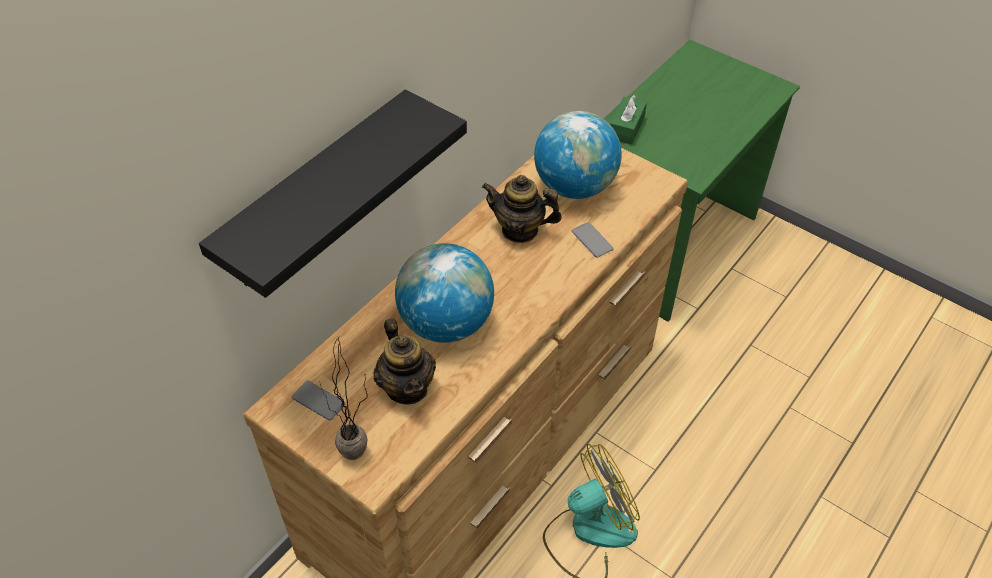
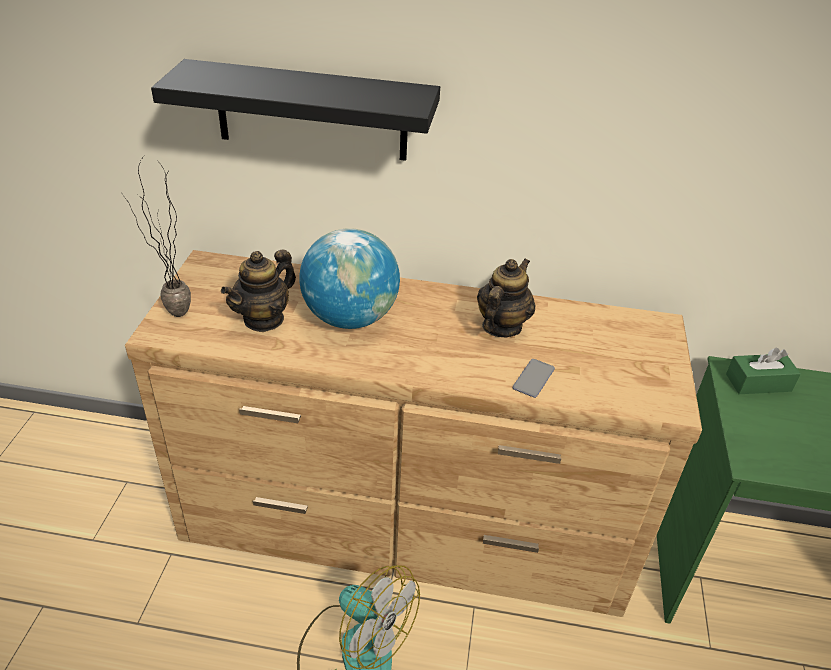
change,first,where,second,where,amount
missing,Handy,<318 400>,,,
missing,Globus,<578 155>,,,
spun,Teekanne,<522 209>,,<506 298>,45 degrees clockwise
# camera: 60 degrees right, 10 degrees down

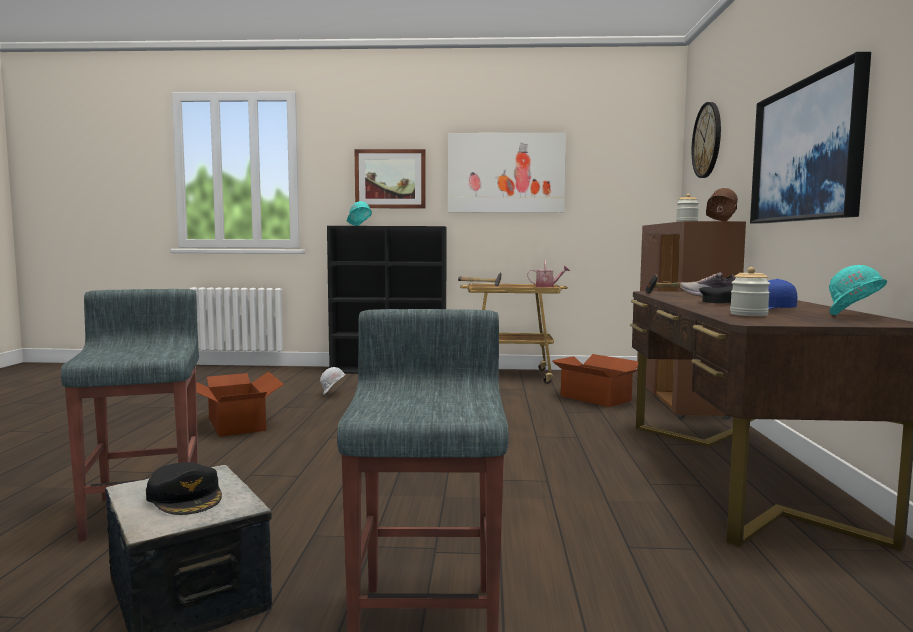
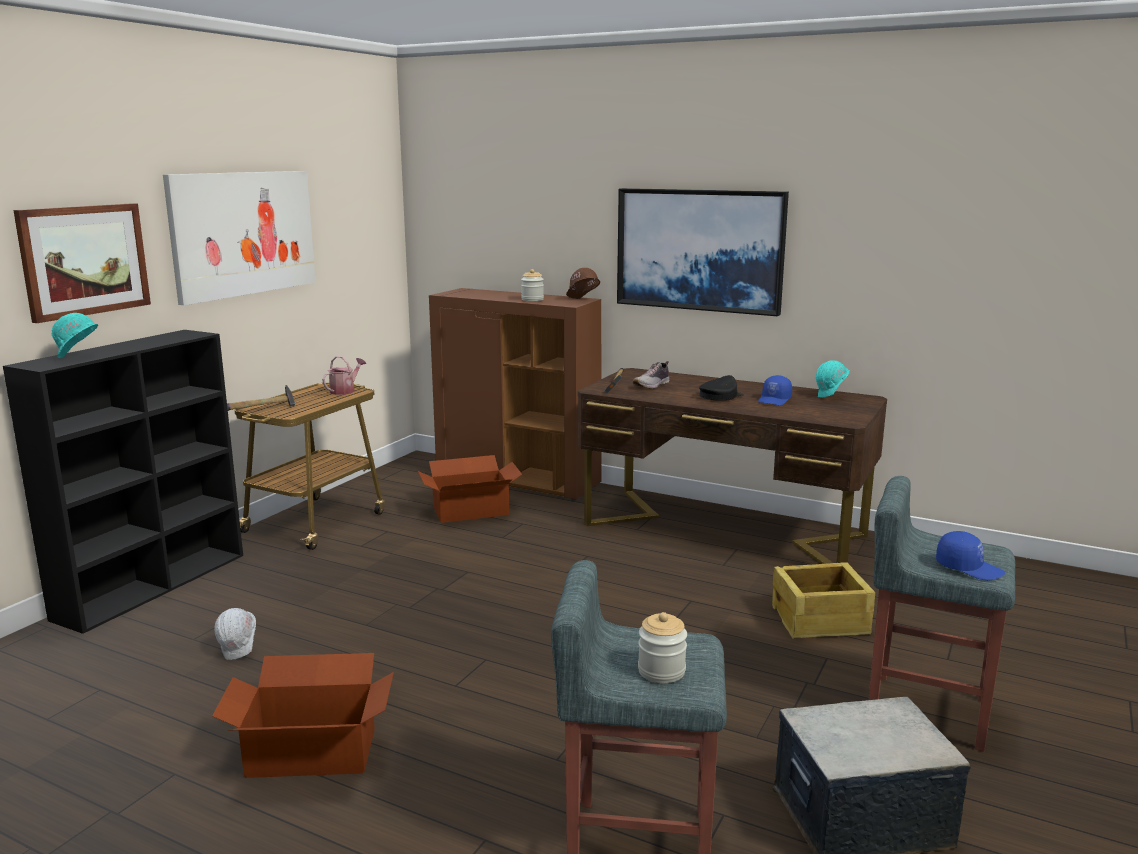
change,first,where,second,where,amount
missing,Kappe/schwarz,<184 488>,,,
missing,Wanduhr,<706 140>,,,
appeared,,,Kiste,<823 600>,
appeared,,,Kappe/blau,<970 556>,
relocated,Vorratsglas,<750 291>,,<662 647>,
# camera: 65 degrees left, 10 degrees up

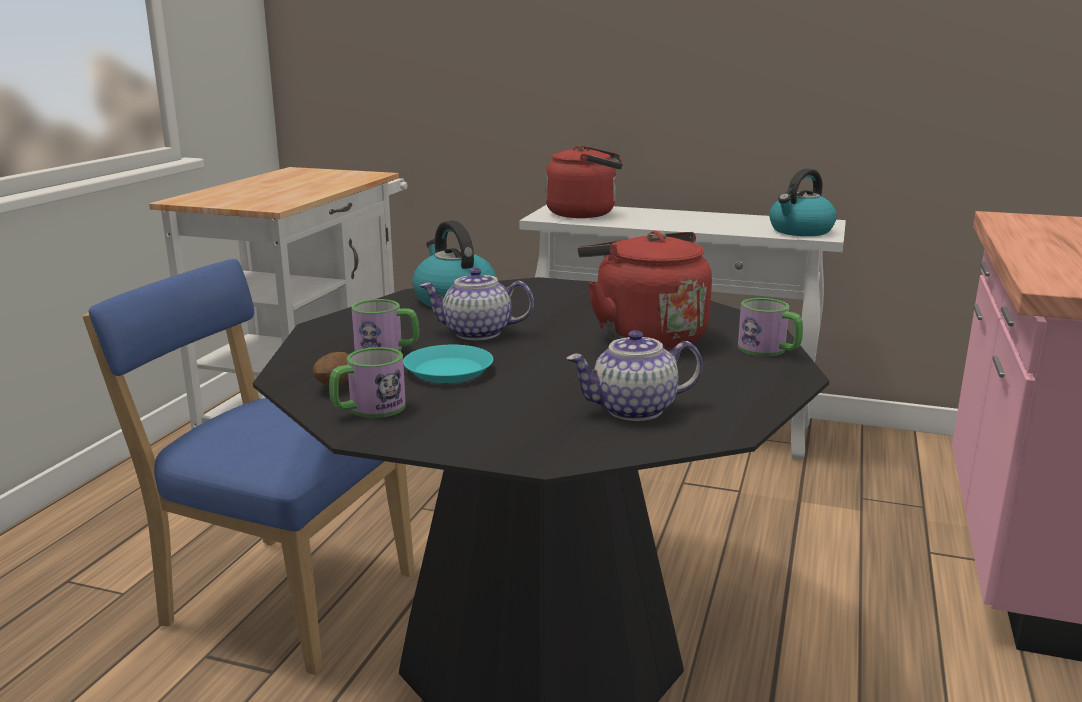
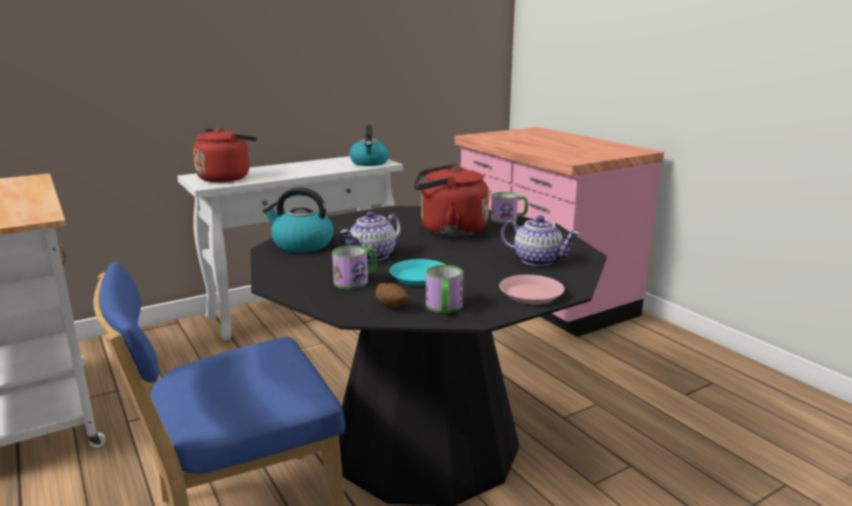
change,first,where,second,where,amount
appeared,,,Teller/rosa,<532 289>,
spun,Teekanne,<635 375>,,<540 240>,90 degrees counterclockwise
# camera: 50 degrees left, 0 degrees up

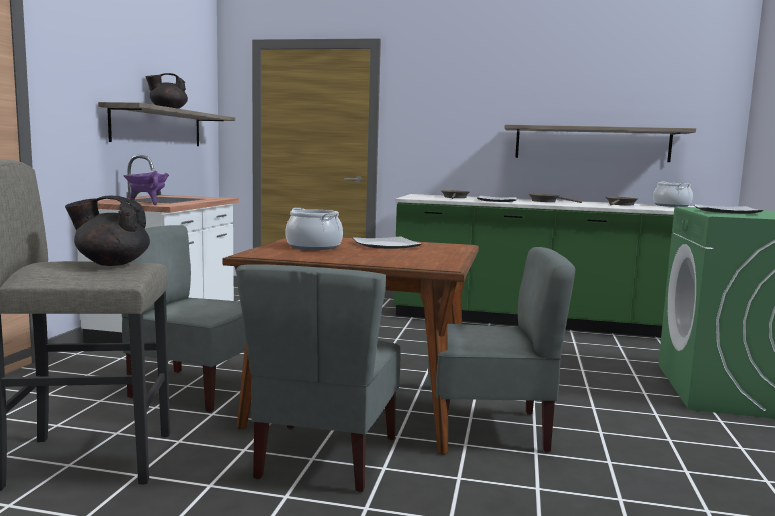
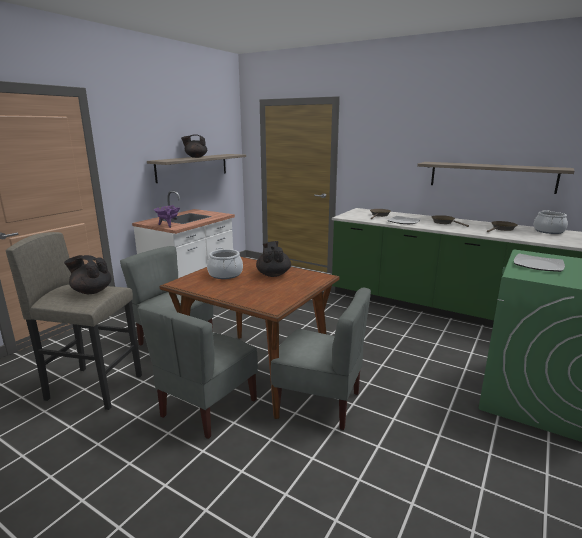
change,first,where,second,where,amount
exchanged,Teller,<387 243>,Teekanne/schwarz,<273 259>,
# camera: 20 degrees right, 10 degrees up

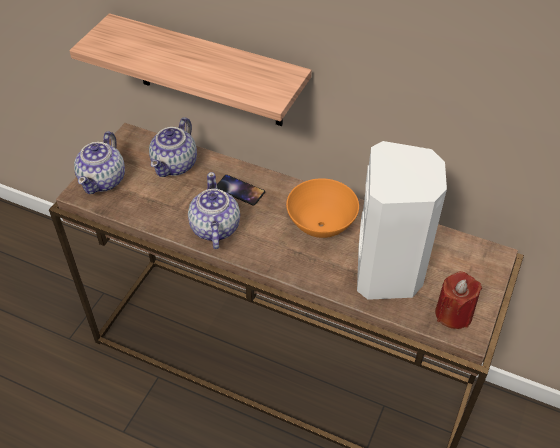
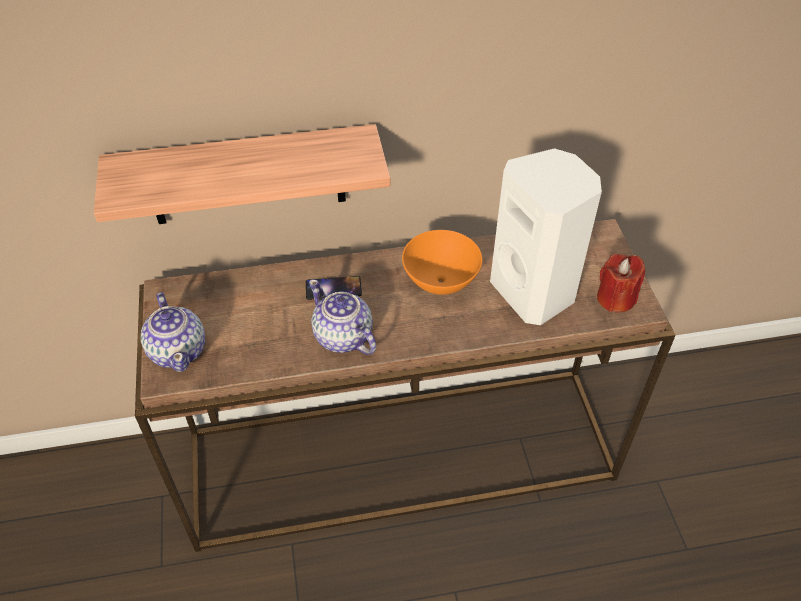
change,first,where,second,where,amount
missing,Teekanne,<173 147>,,,
# camera: 35 degrees left, 0 degrees up

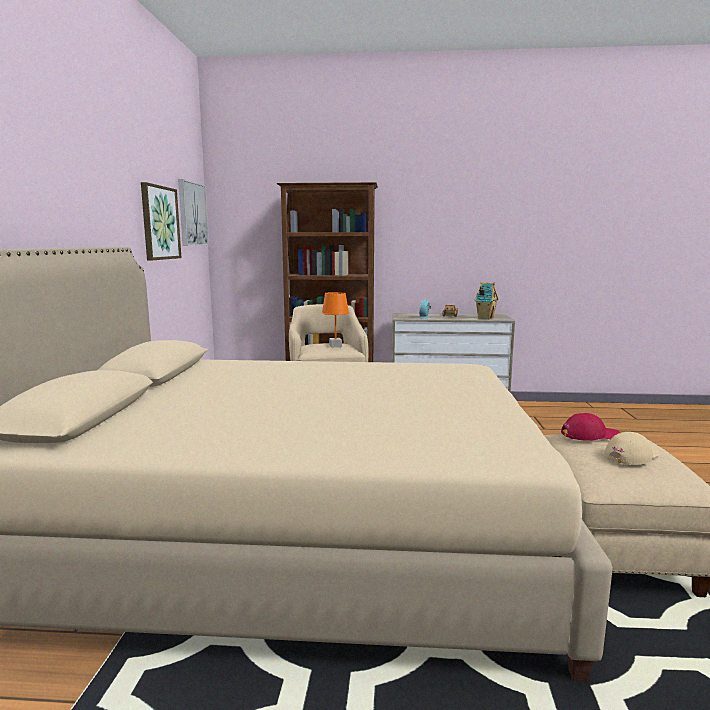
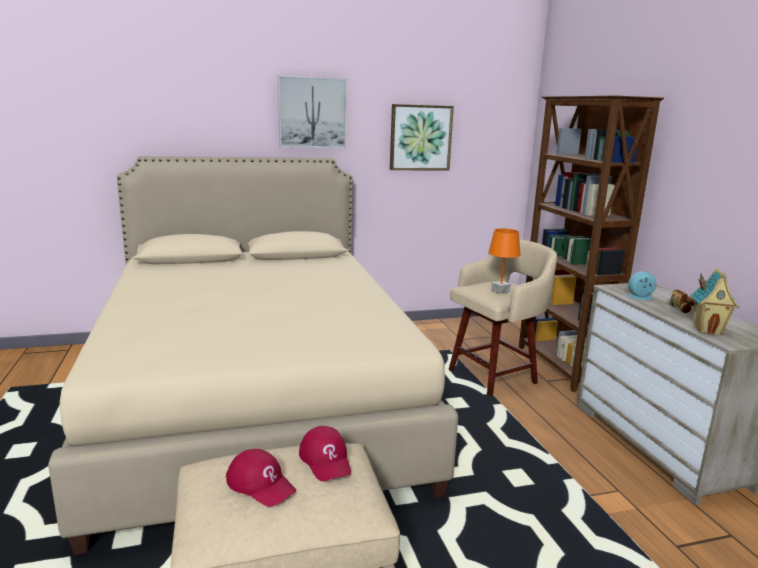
change,first,where,second,where,amount
relocated,Bild,<193 212>,,<312 111>,
colour,Kappe/beige,<632 448>,Kappe/rot,<261 478>,
# camera: 70 degrees right, 5 degrees up

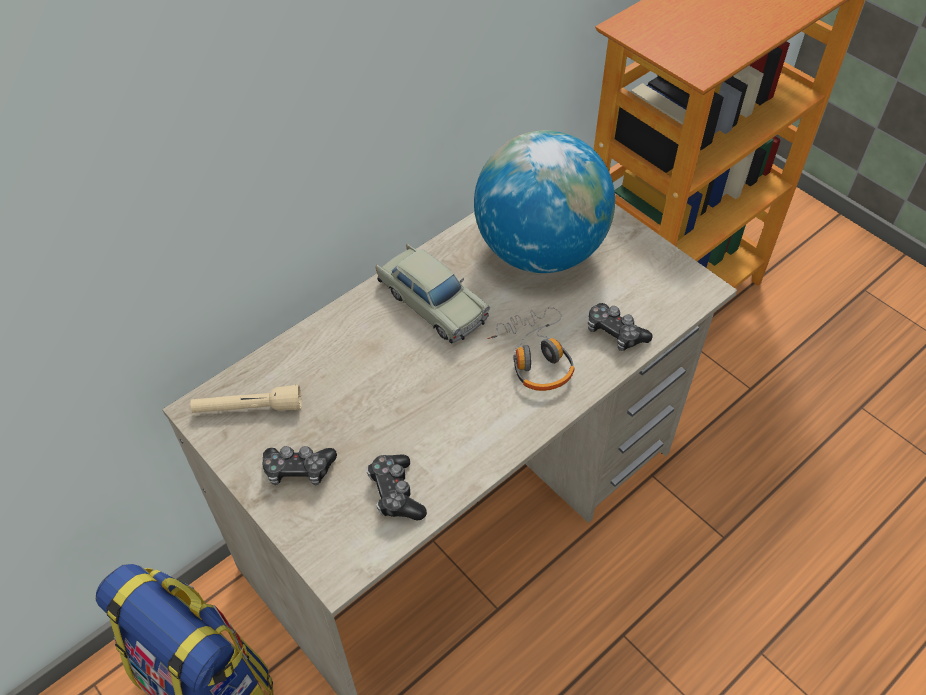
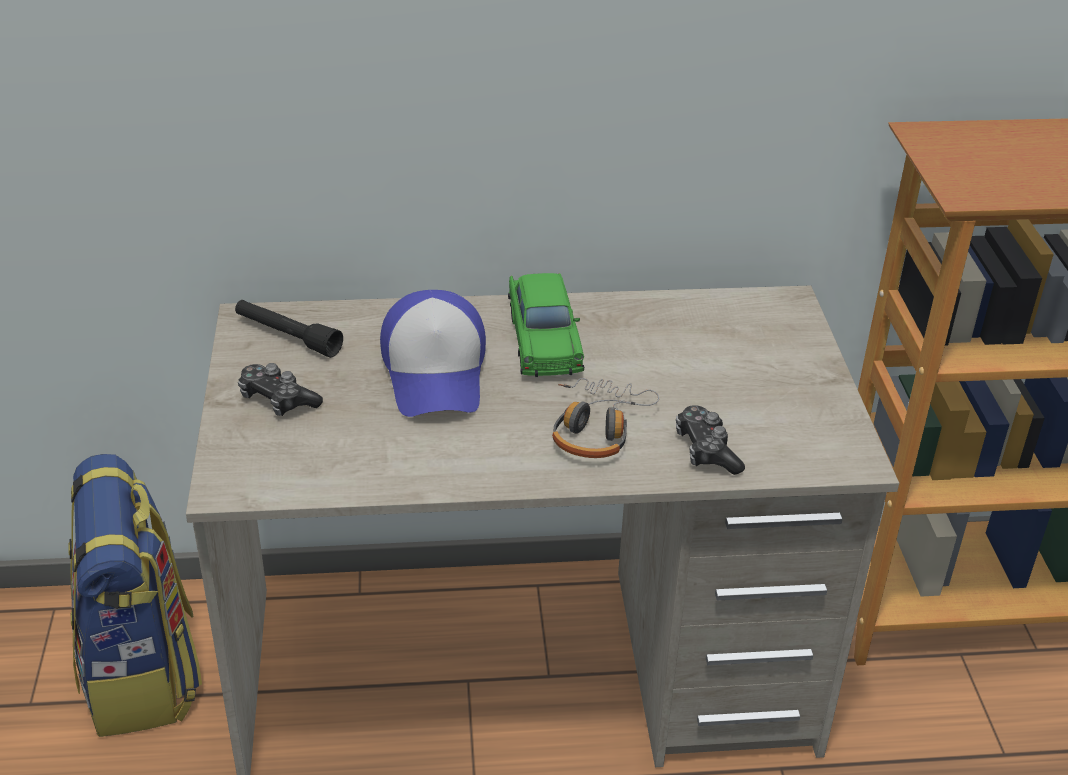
change,first,where,second,where,amount
missing,Gamepad,<396 488>,,,
missing,Globus,<544 201>,,,
appeared,,,Kappe,<433 353>,
colour,Taschenlampe/beige,<246 399>,Taschenlampe/schwarz,<289 329>,
colour,Spielzeugauto/beige,<433 293>,Spielzeugauto/grün,<546 325>,
# camera: 35 degrees right, 15 degrees down

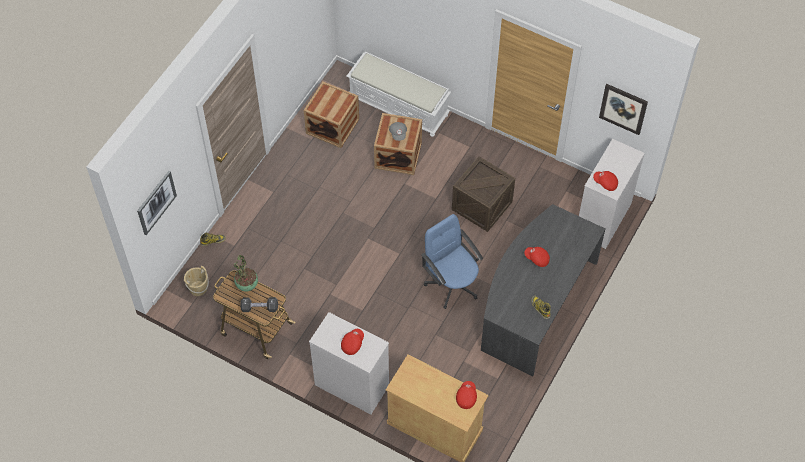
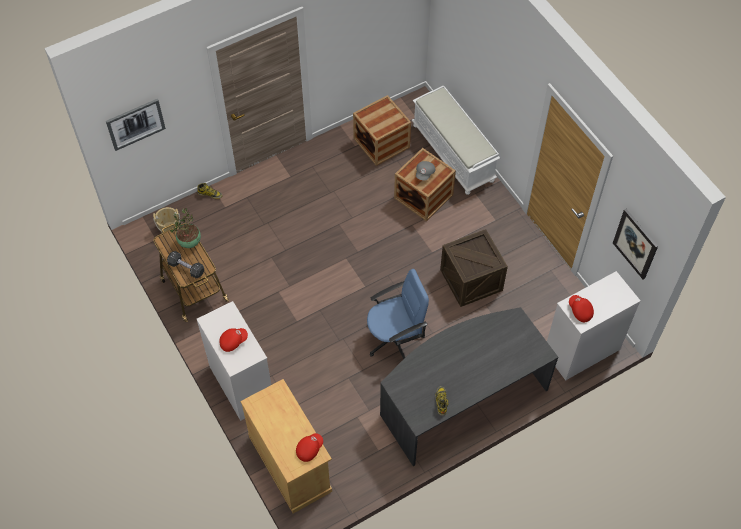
change,first,where,second,where,amount
missing,Kappe/rot,<537 257>,,,
spun,Bürostuhl/blau,<452 261>,,<398 314>,75 degrees clockwise
# camera: 30 degrees right, 0 degrees up

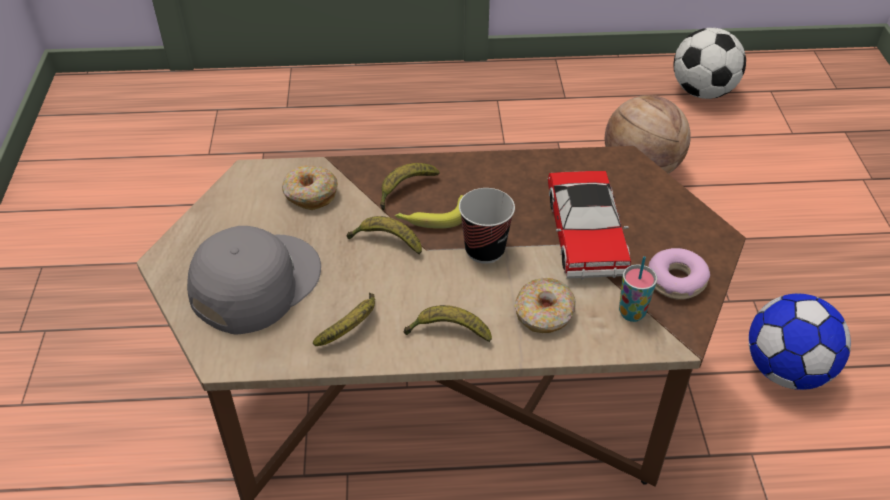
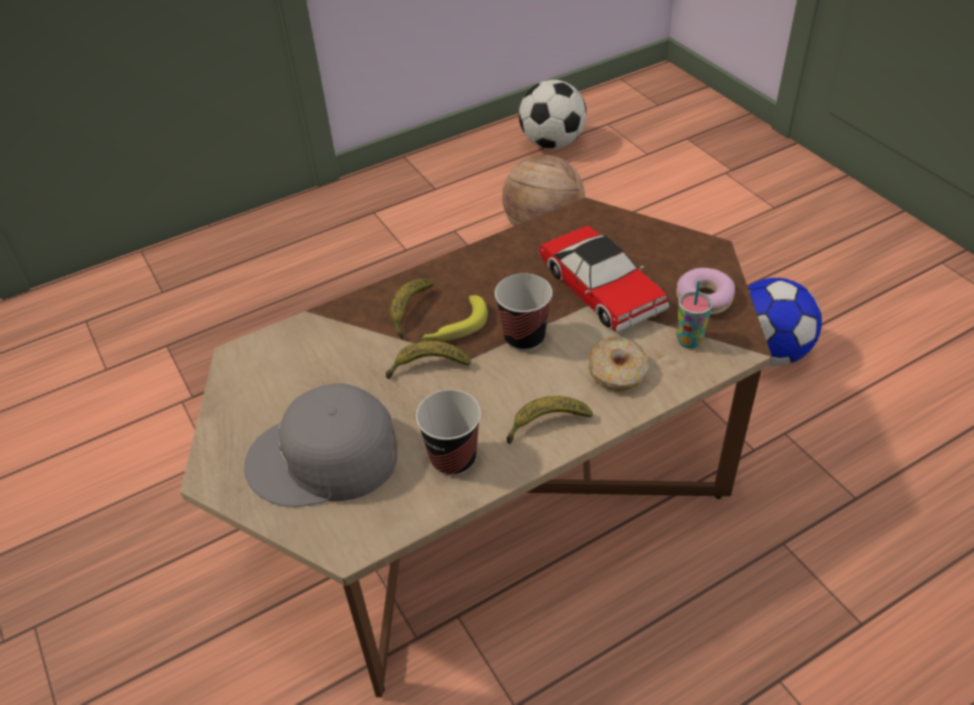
change,first,where,second,where,amount
missing,Donut,<310 188>,,,
exchanged,Banane,<344 319>,Tasse,<448 433>,
spun,Kappe/grau,<254 280>,,<320 445>,105 degrees counterclockwise
# camera: 25 degrees left, 0 degrees up

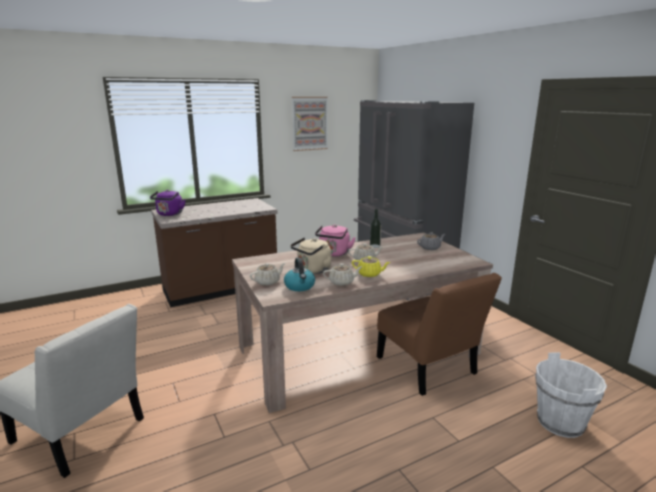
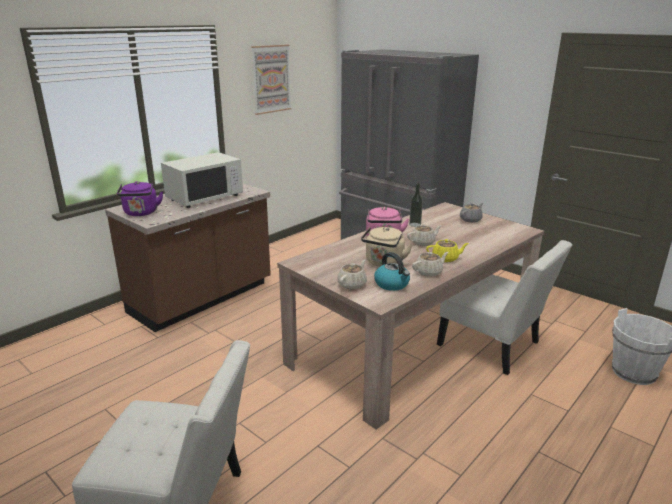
change,first,where,second,where,amount
appeared,,,Mikrowelle/weiß,<202 180>,
colour,Stuhl/braun,<439 334>,Stuhl/weiß,<504 307>,
# camera: 20 degrees left, 5 degrees up

